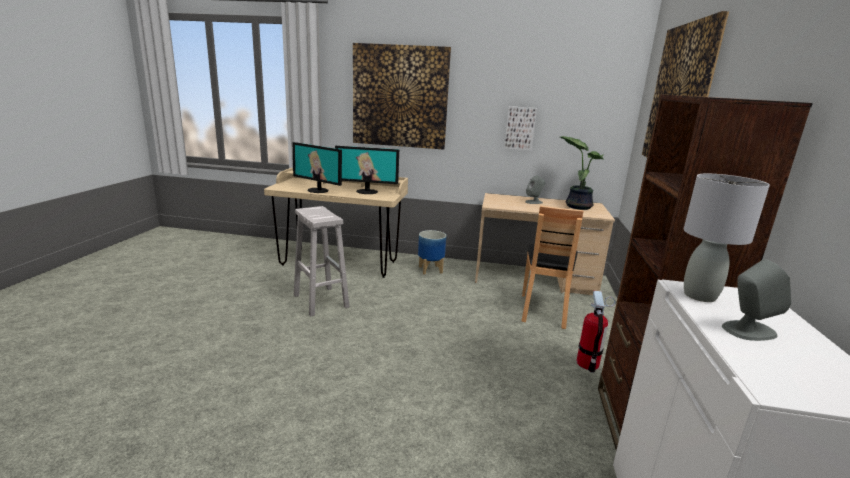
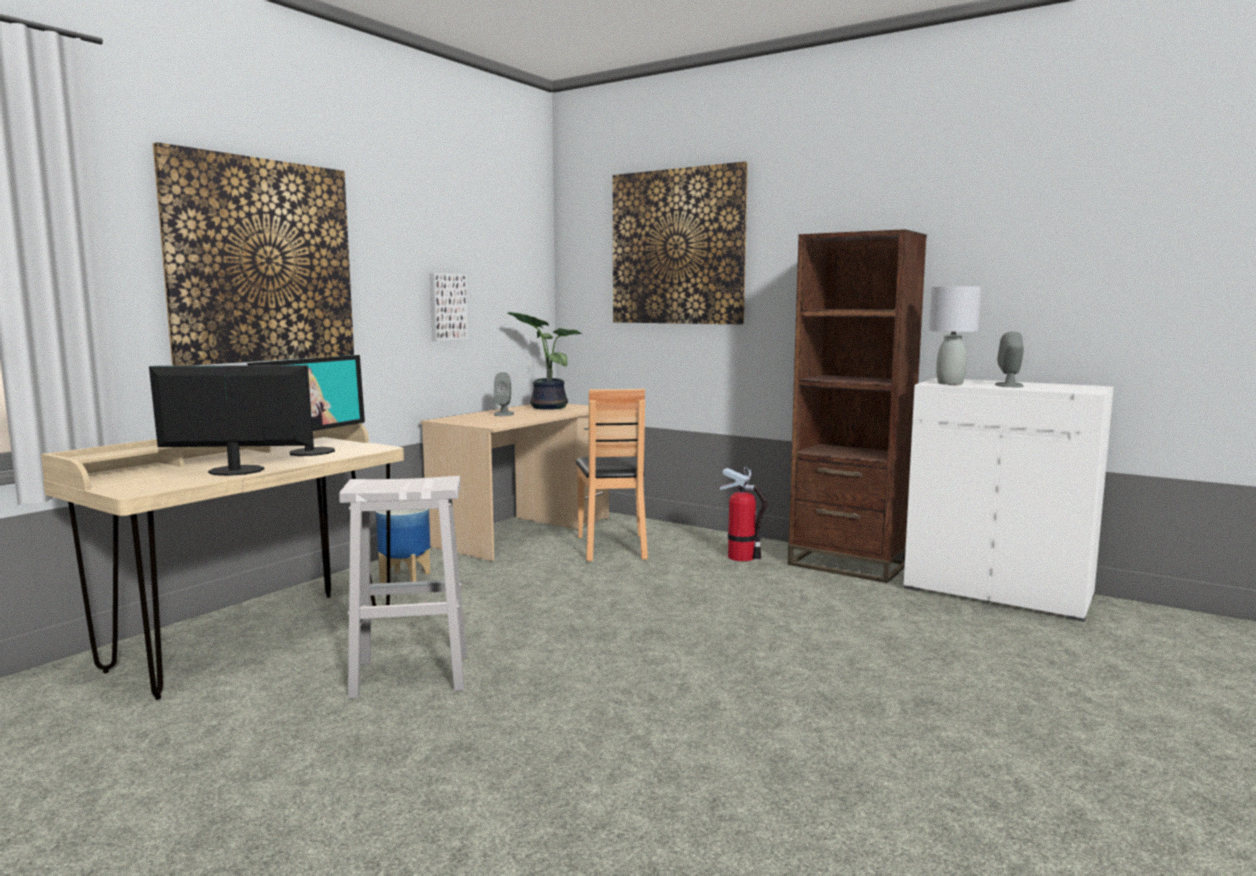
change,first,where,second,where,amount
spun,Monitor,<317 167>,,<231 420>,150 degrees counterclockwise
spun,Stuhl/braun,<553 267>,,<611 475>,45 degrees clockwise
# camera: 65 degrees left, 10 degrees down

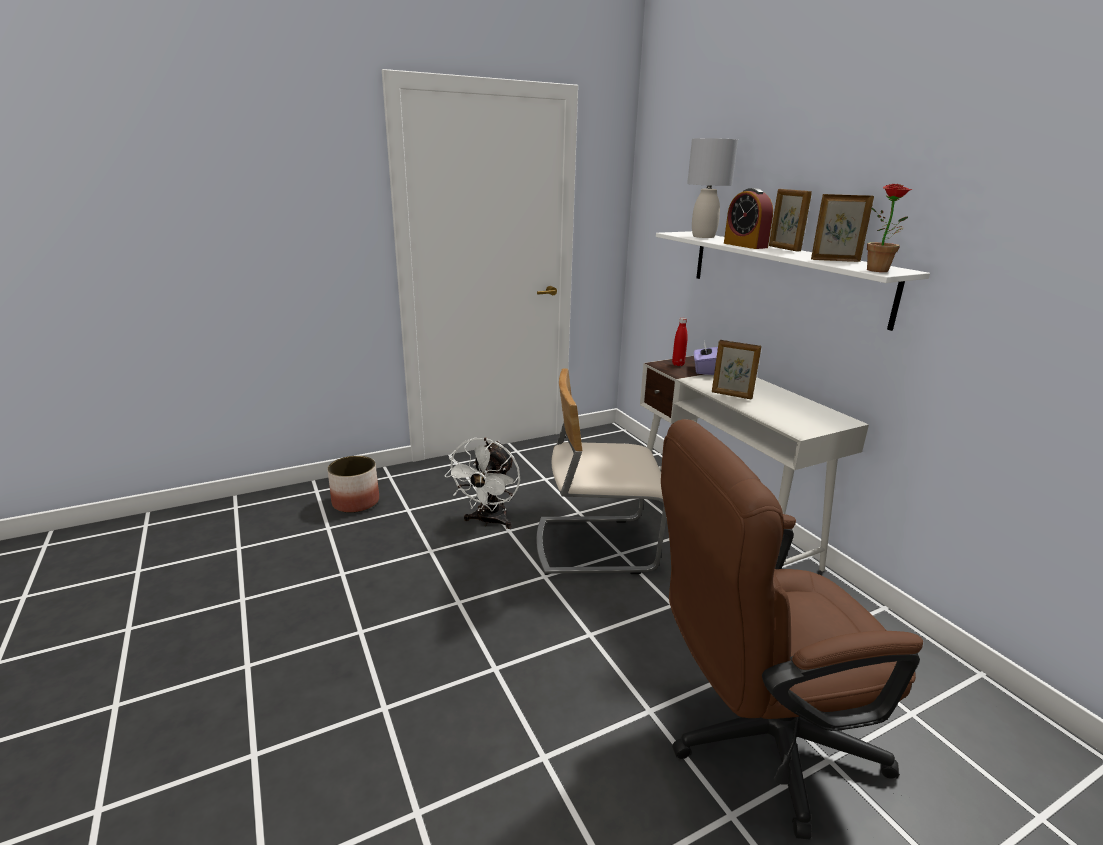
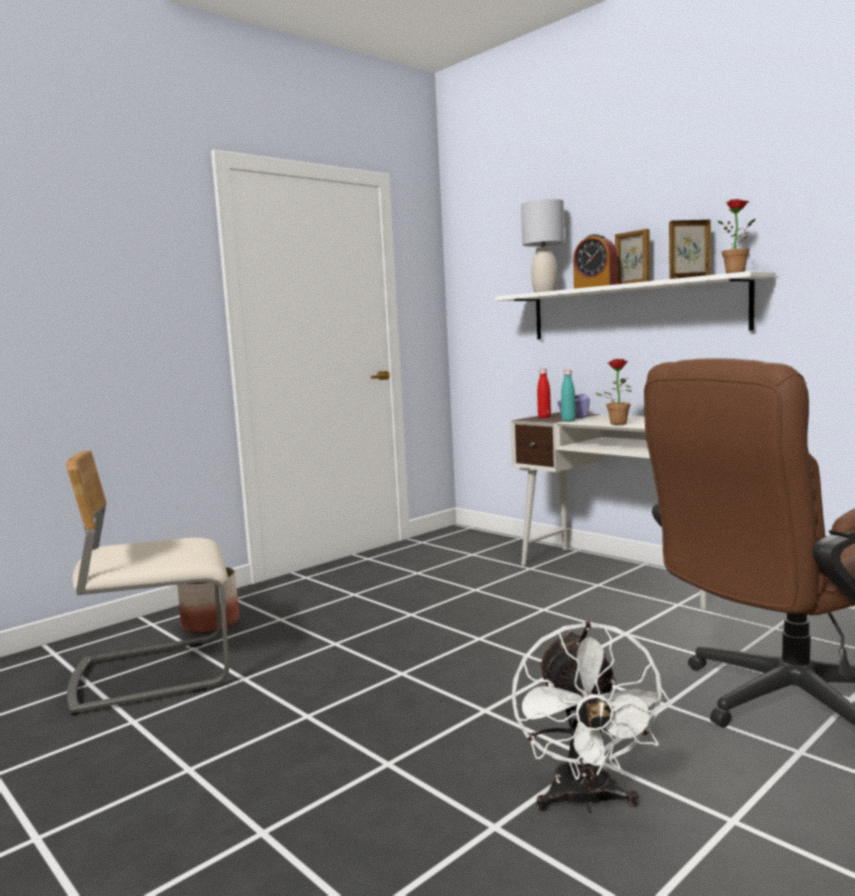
change,first,where,second,where,amount
appeared,,,Flasche/türkis,<568 396>,
relocated,Ventilator/weiß,<482 483>,,<591 717>,
relocated,Stuhl/beige,<602 472>,,<147 583>,
exchanged,Bilderrahmen,<737 370>,Topfpflanze,<613 391>,
# camera: 15 degrees left, 15 degrees down

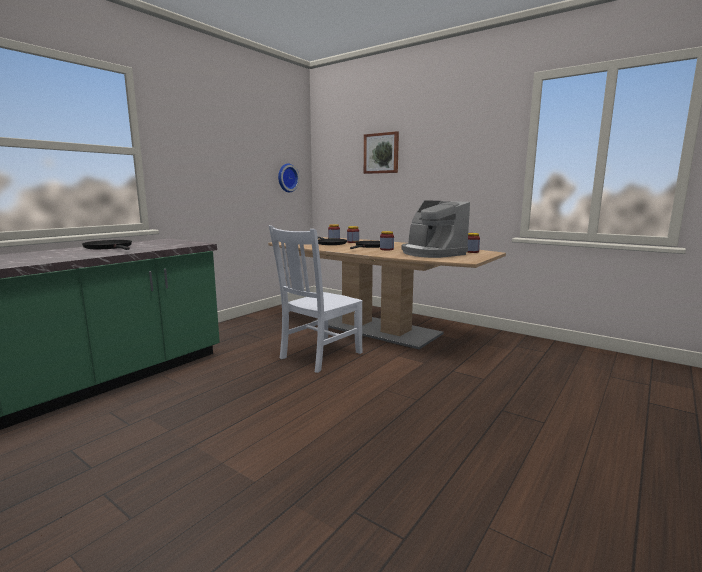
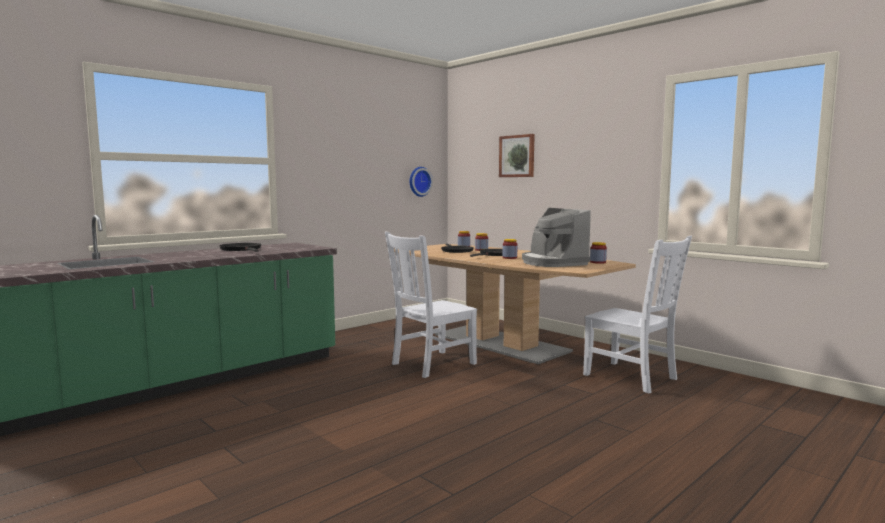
change,first,where,second,where,amount
appeared,,,Stuhl/weiß,<637 315>,
# camera: 10 degrees right, 5 degrees down

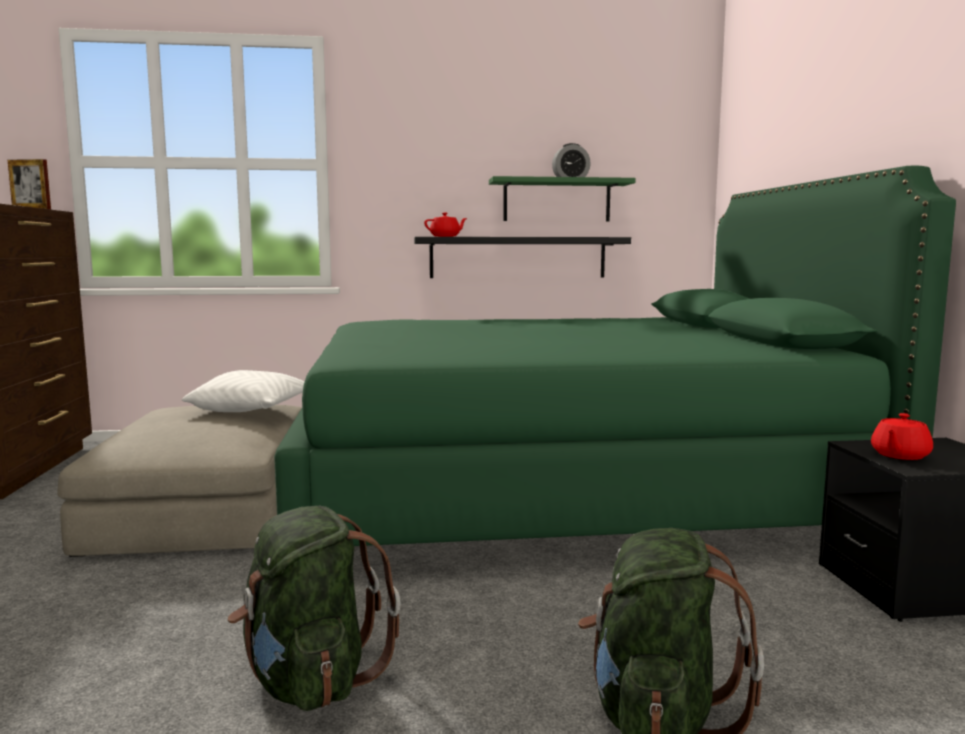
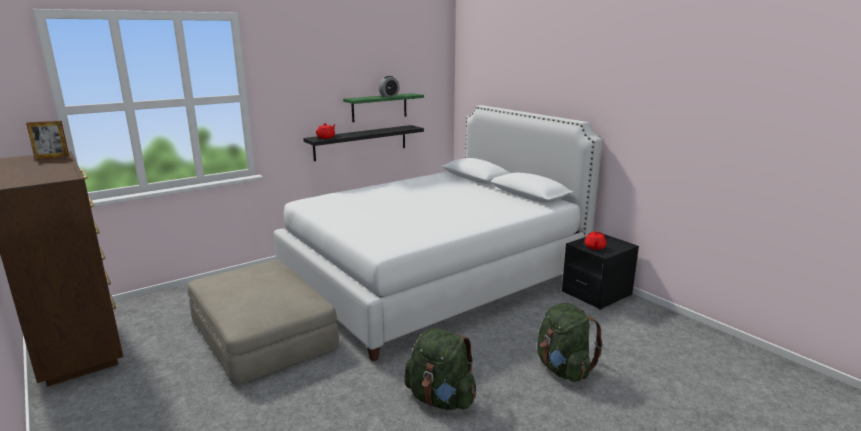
change,first,where,second,where,amount
missing,Kissen/weiß,<243 391>,,,
colour,Bett/grün,<615 356>,Bett/weiß,<438 233>,
# camera: 30 degrees left, 10 degrees up

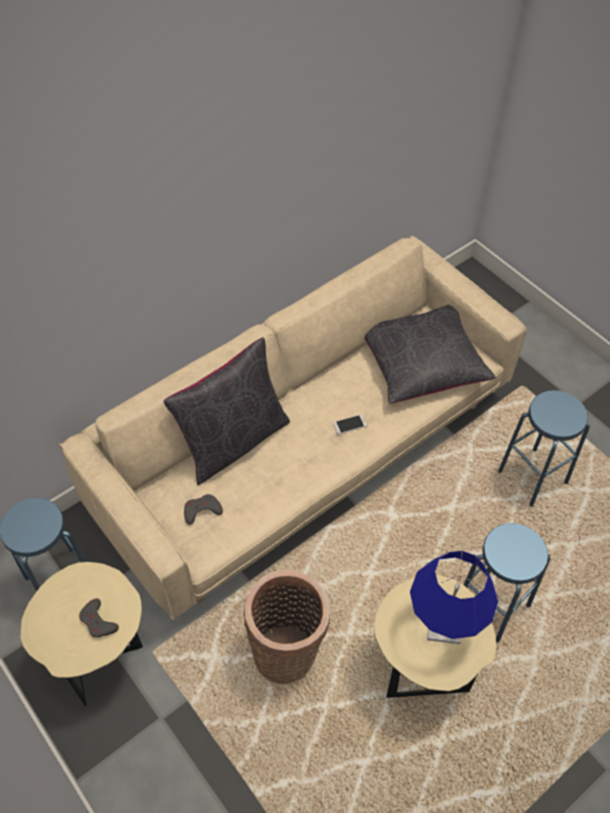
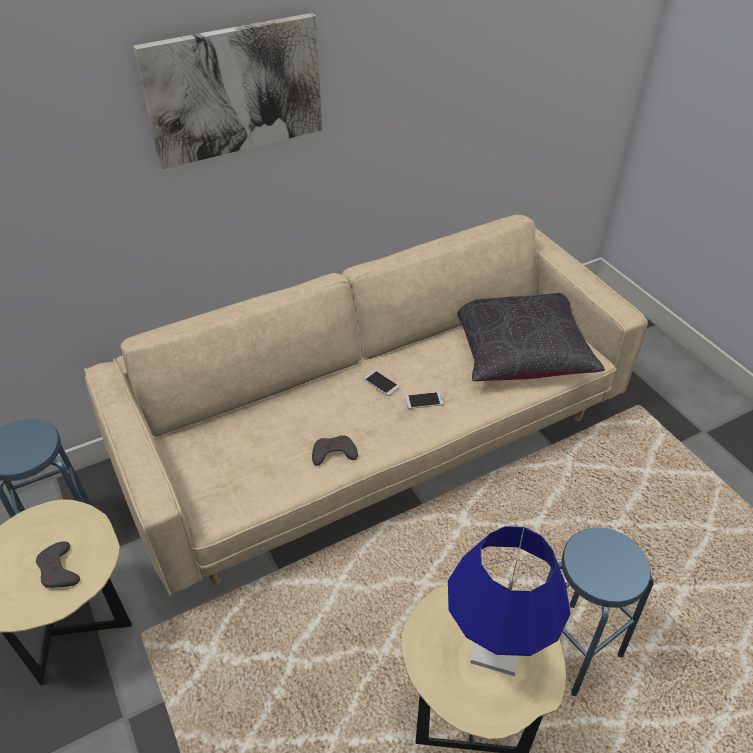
change,first,where,second,where,amount
missing,Kissen/schwarz,<226 411>,,,
missing,Korb,<286 627>,,,
missing,Hocker/blau,<544 448>,,,
appeared,,,Bild,<227 91>,
appeared,,,Handy,<381 383>,
relocated,Gamepad/grau,<203 509>,,<335 450>,
# camera: 10 degrees right, 10 degrees down

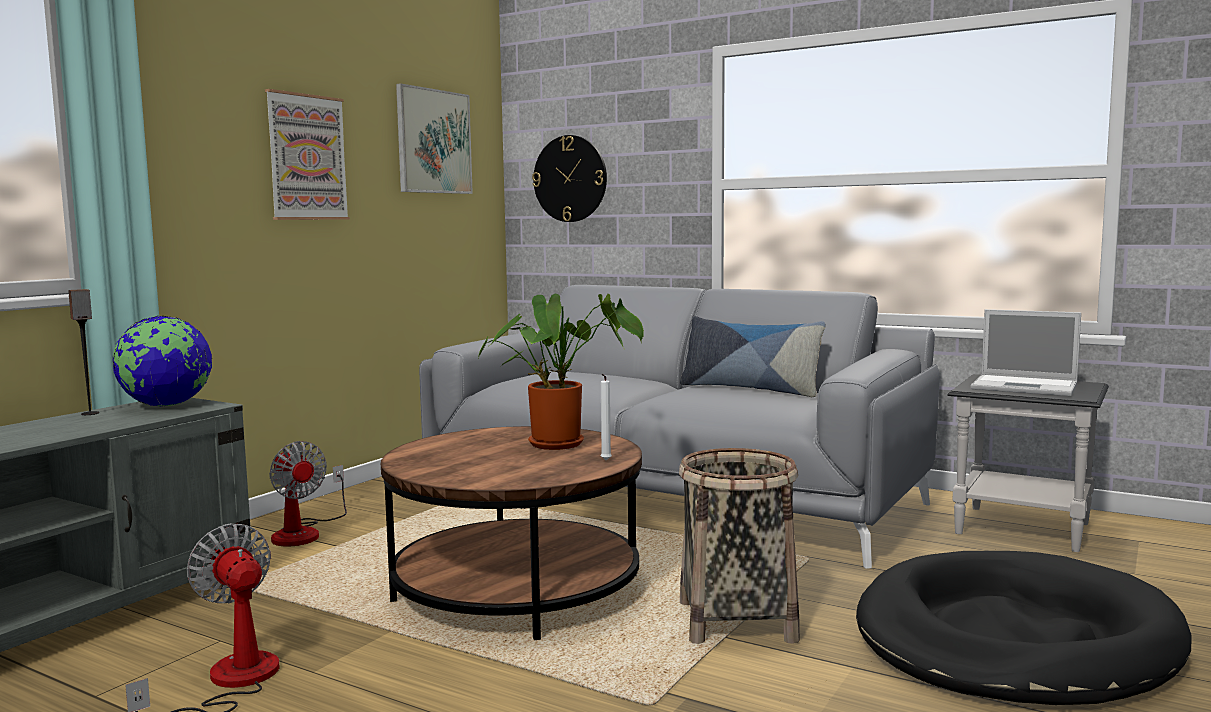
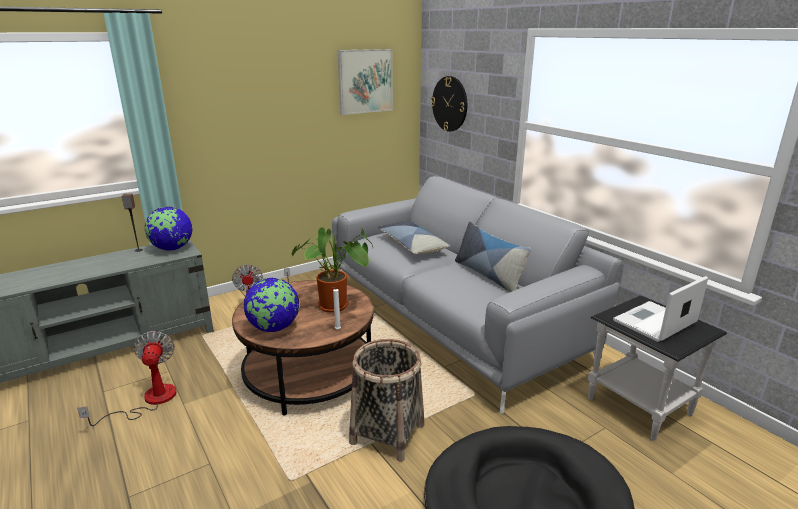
change,first,where,second,where,amount
missing,Bild,<307 154>,,,
appeared,,,Globus,<271 305>,
appeared,,,Kissen,<414 237>,
spun,Laptop,<1025 352>,,<660 309>,90 degrees clockwise
# camera: 25 degrees right, 15 degrees up

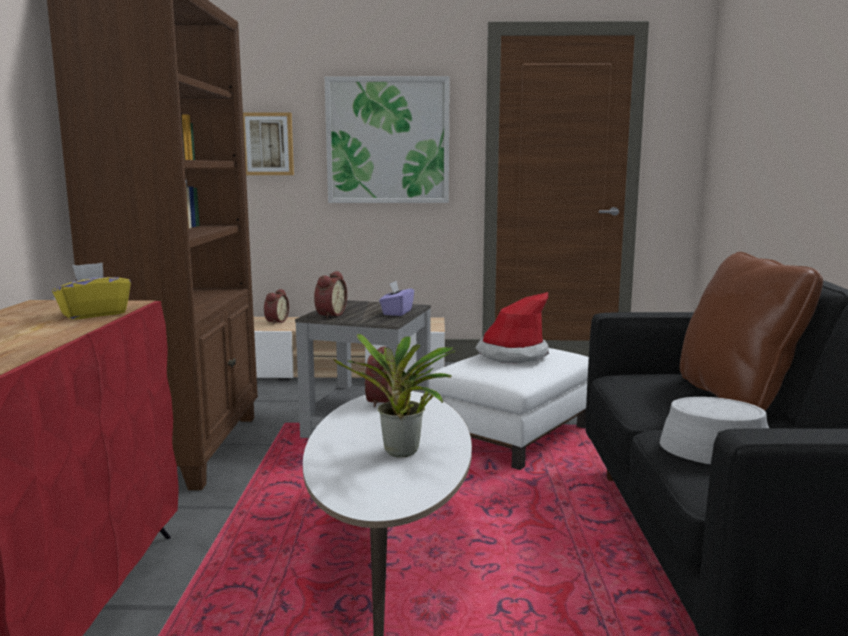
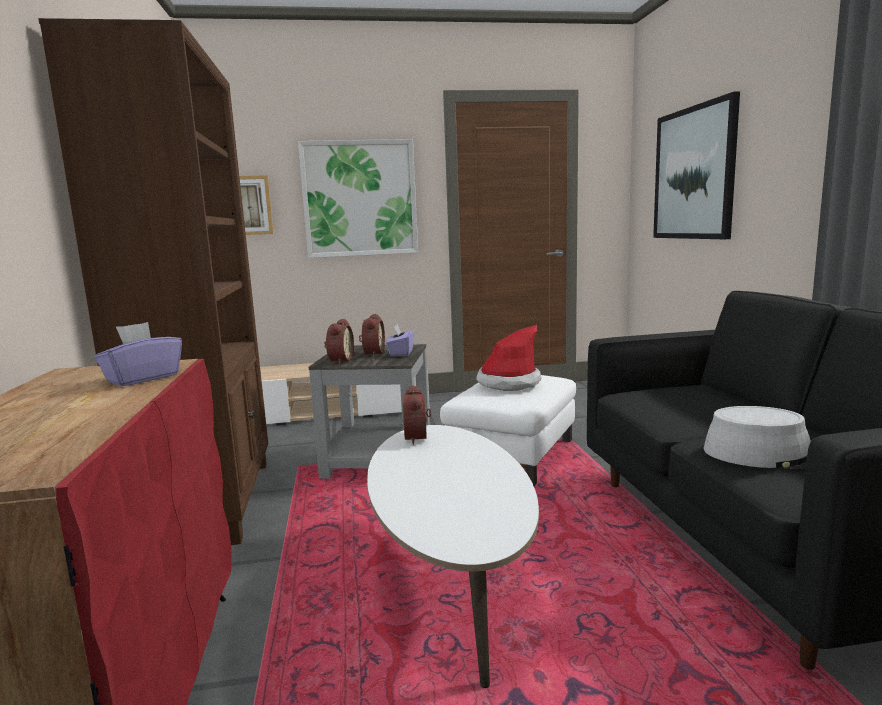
change,first,where,second,where,amount
missing,Topfpflanze,<394 395>,,,
missing,Kissen/braun,<751 331>,,,
appeared,,,Bild,<696 165>,
relocated,Wecker,<276 306>,,<372 335>,
colour,Taschentuchbox/gelb,<91 291>,Taschentuchbox/lila,<138 354>,
# camera: 10 degrees left, 0 degrees up

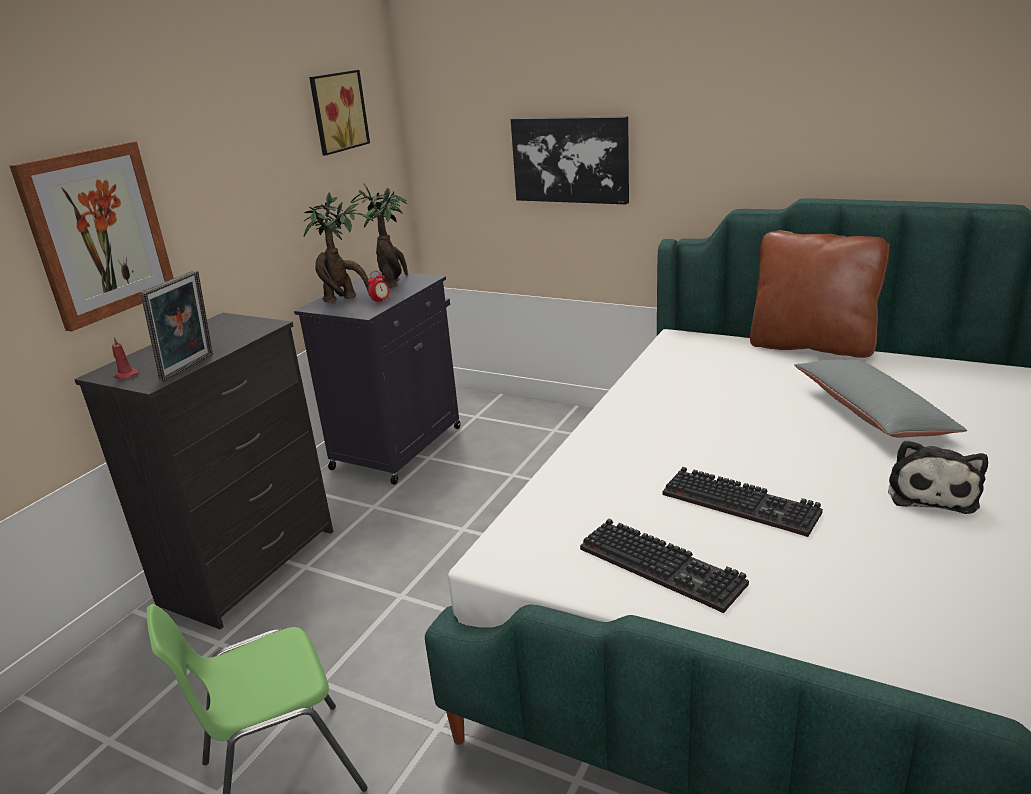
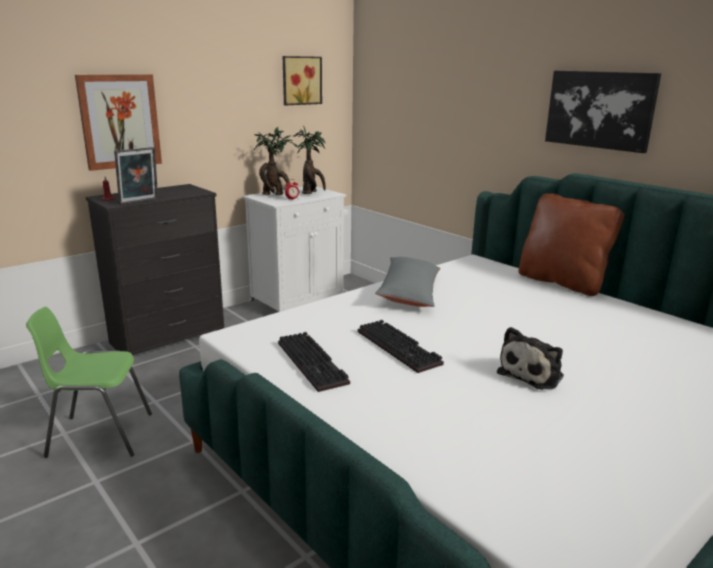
change,first,where,second,where,amount
relocated,Bild,<570 160>,,<603 112>,
relocated,Kissen/grau,<880 398>,,<407 282>,
colour,Schrank/schwarz,<377 377>,Schrank/weiß,<295 249>,
# camera: 20 degrees right, 5 degrees down

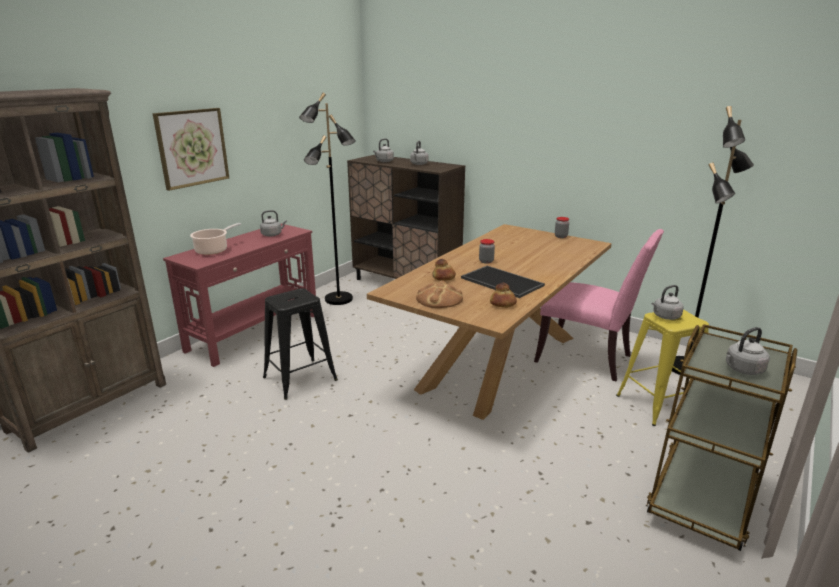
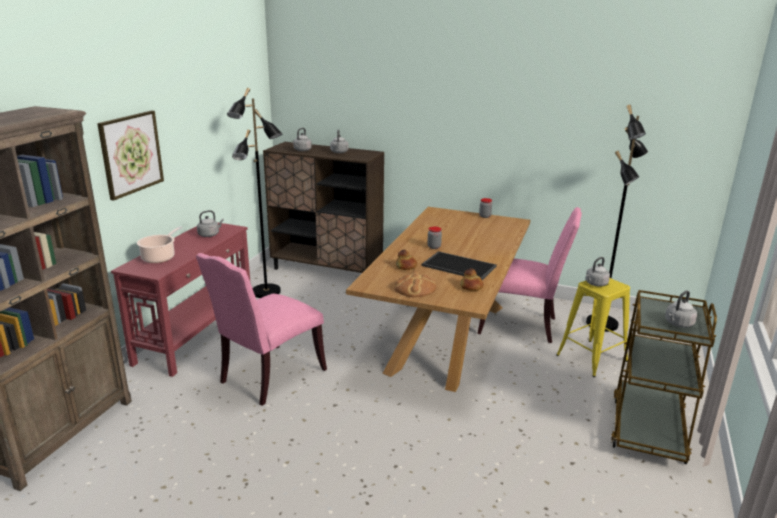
change,first,where,second,where,amount
exchanged,Hocker/schwarz,<300 344>,Stuhl/rosa,<261 329>,
# camera: 15 degrees left, 0 degrees up

